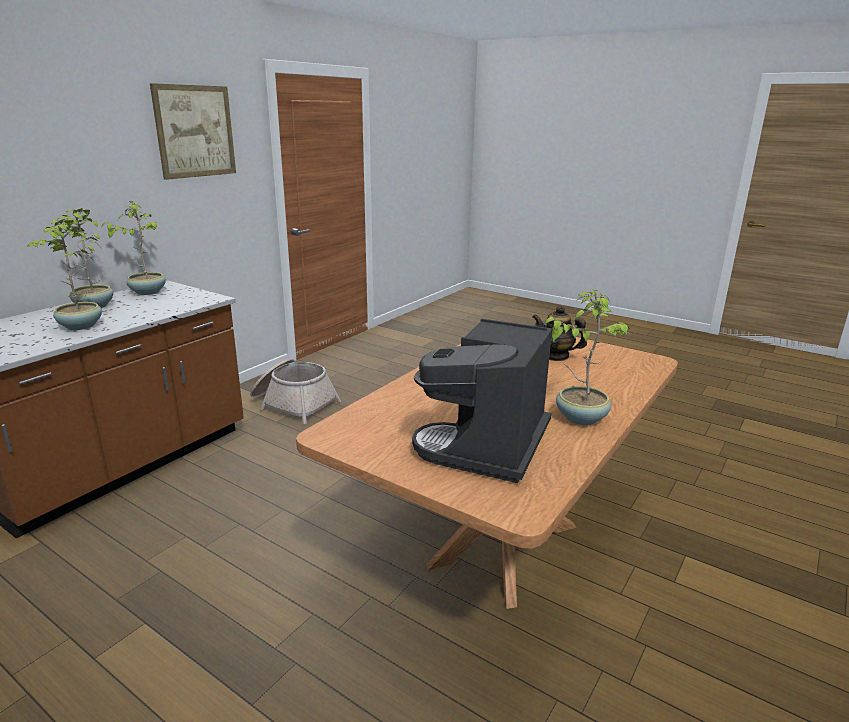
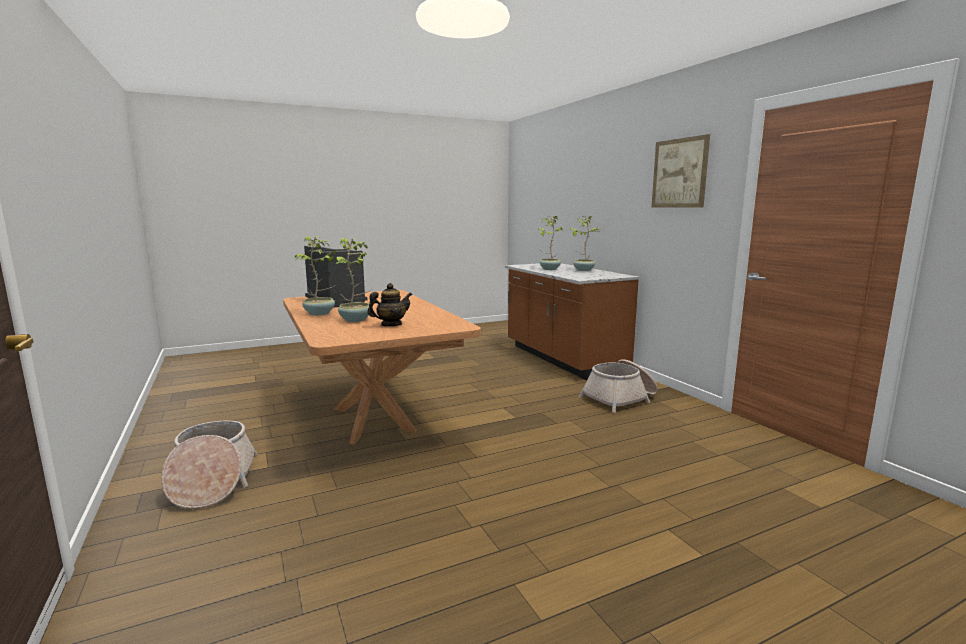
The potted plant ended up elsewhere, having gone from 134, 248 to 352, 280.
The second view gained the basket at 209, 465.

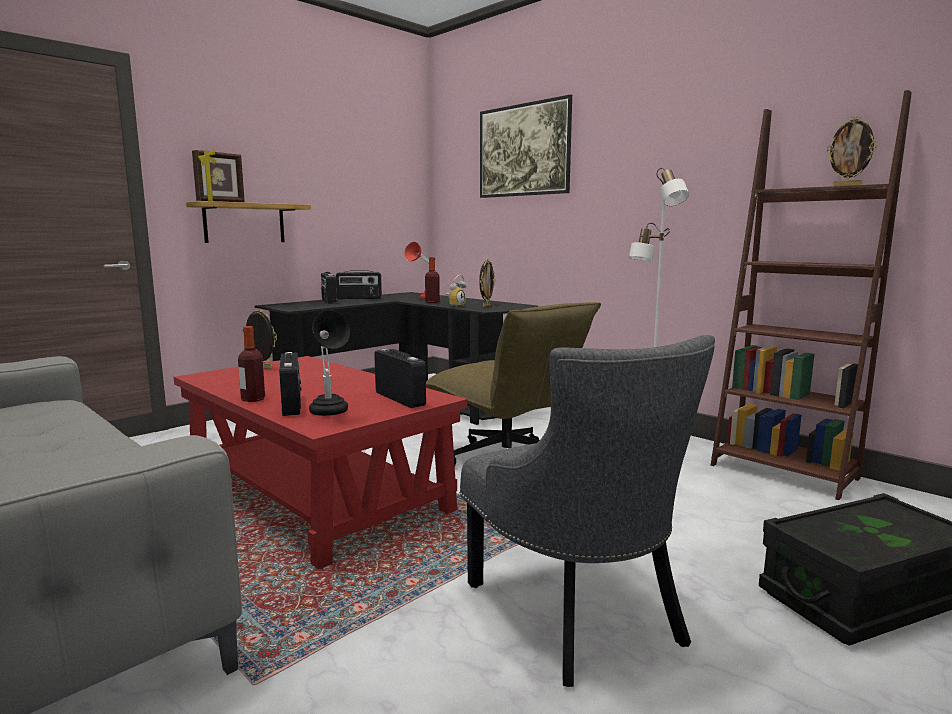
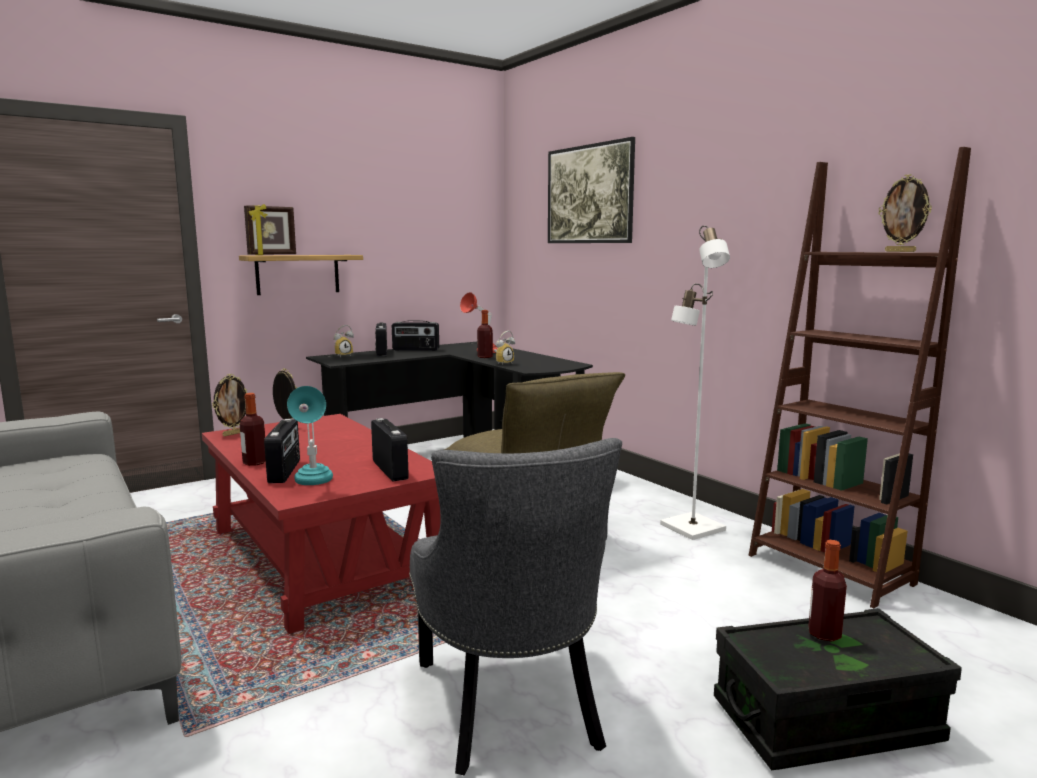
What was the black table lamp at 329, 363 turned into the turquoise table lamp at 310, 435.
The picture frame ended up elsewhere, having gone from 487, 283 to 229, 405.
The second view gained the alarm clock at 344, 341.
The second view gained the bottle at 827, 591.

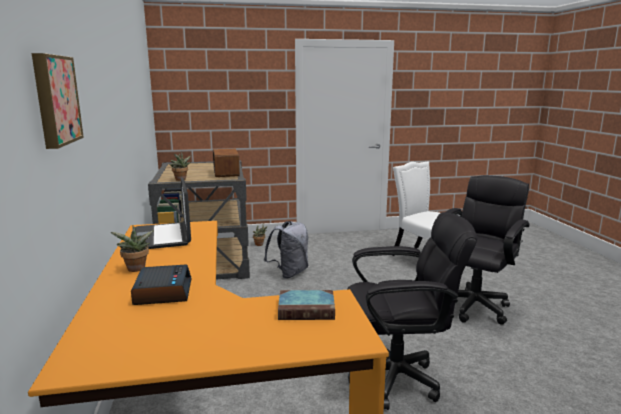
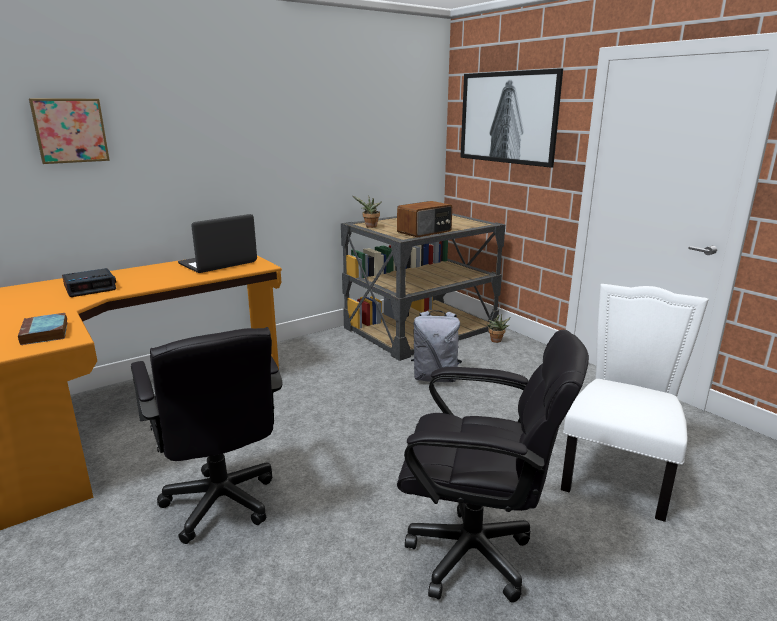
The second view lost the potted plant at 132, 248.
The second view gained the picture at 511, 118.

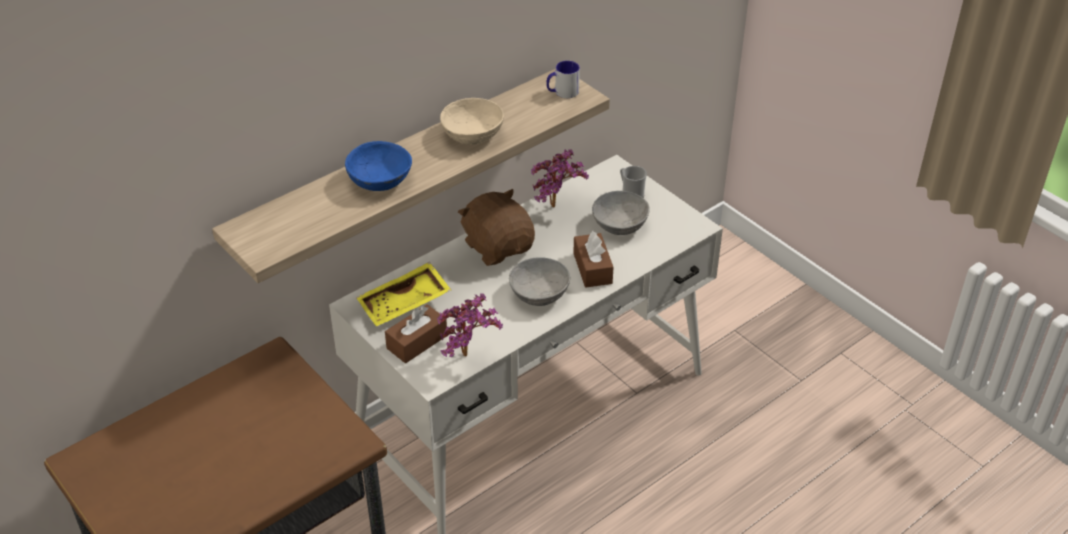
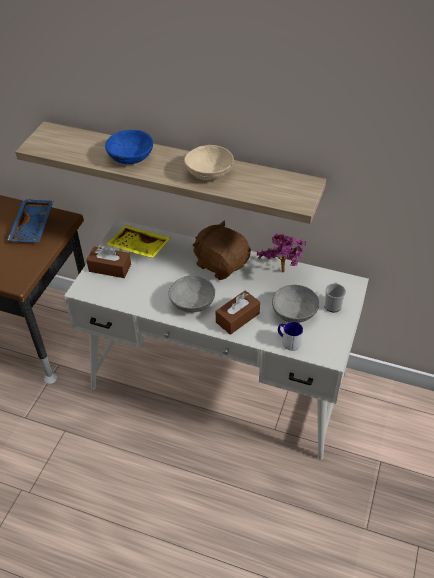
The second view lost the potted plant at 470, 325.
The brown plush toy at 496, 227 ended up facing another way, 75 degrees counterclockwise from before.
The mug ended up elsewhere, having gone from 563, 79 to 290, 336.
The second view gained the blue tray at 30, 220.

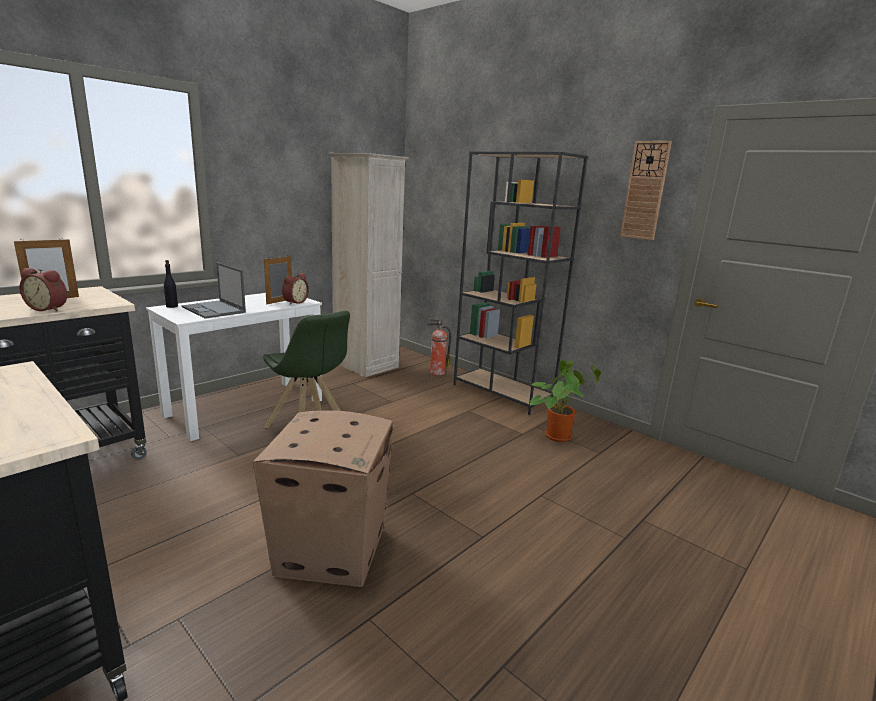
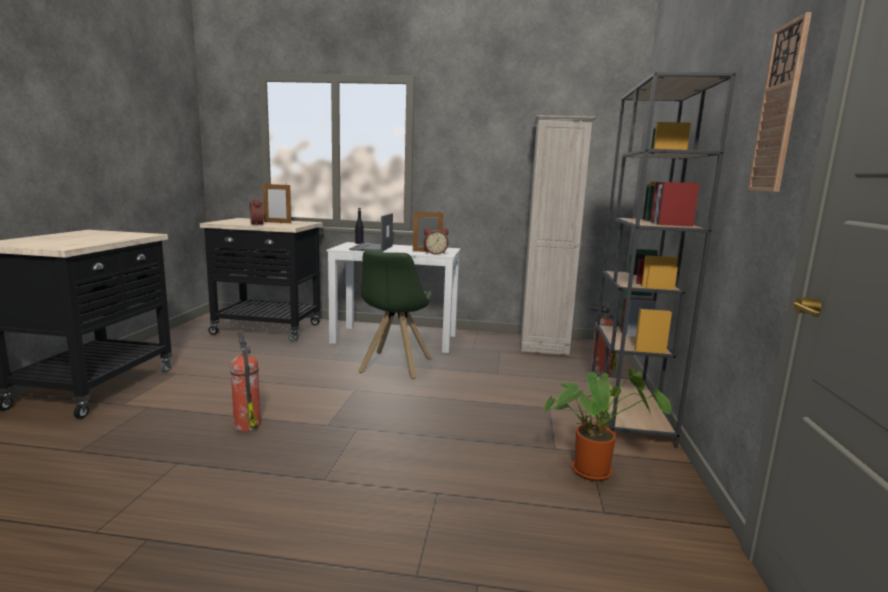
Where the cardboard box stood at 323, 498, the fire extinguisher came to stand at 245, 381.

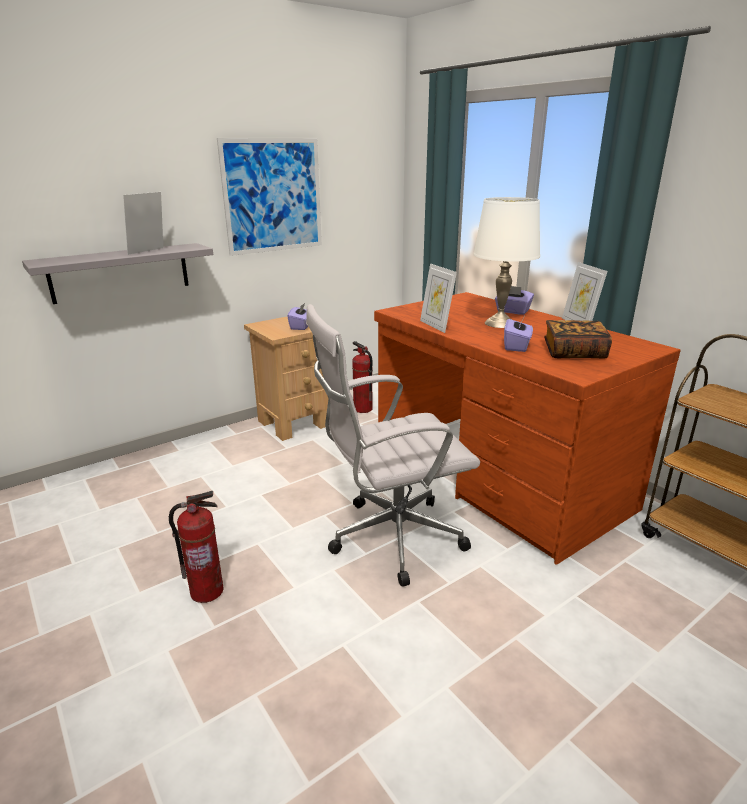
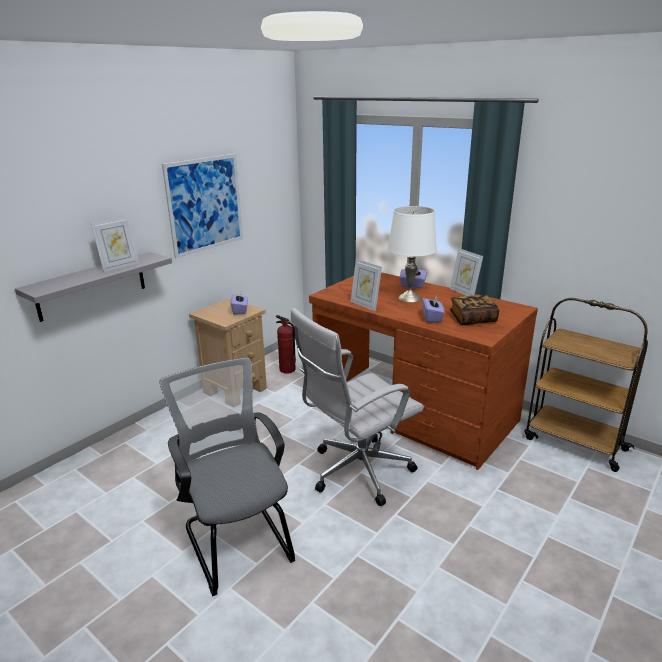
The picture frame at 143, 223 ended up facing another way, 150 degrees counterclockwise from before.
Where the fire extinguisher stood at 196, 547, the chair came to stand at 227, 476.

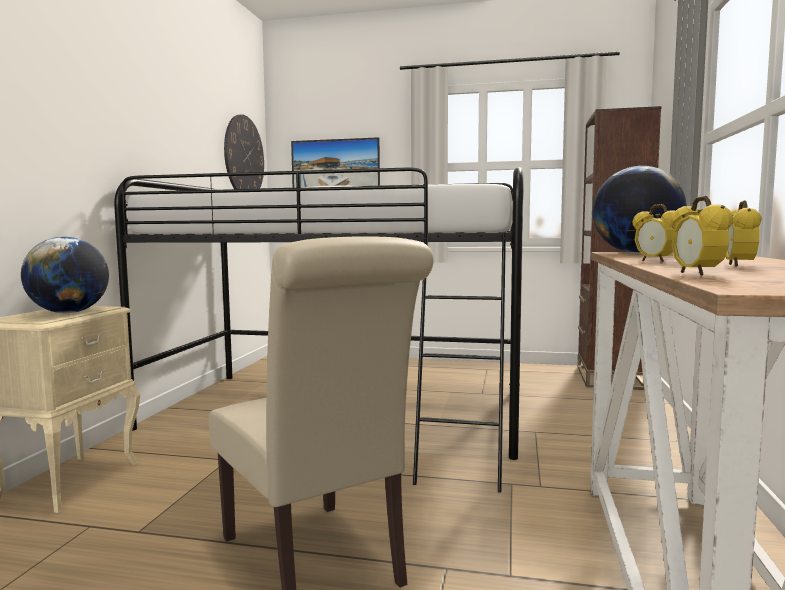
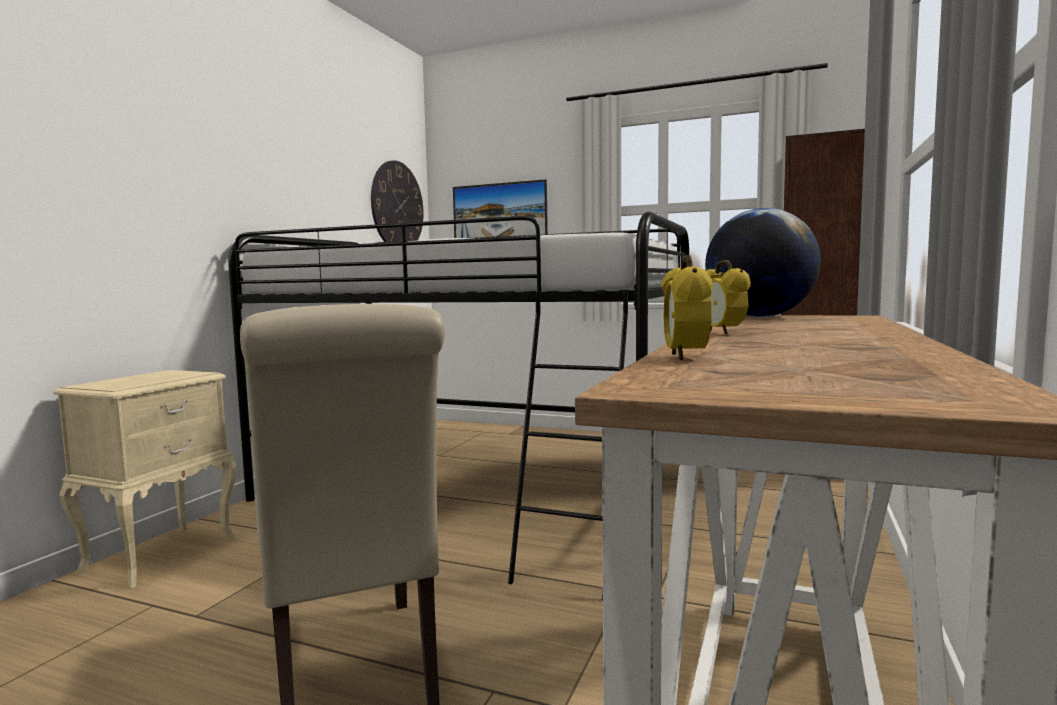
The second view lost the globe at 65, 275.
The second view lost the alarm clock at 743, 233.

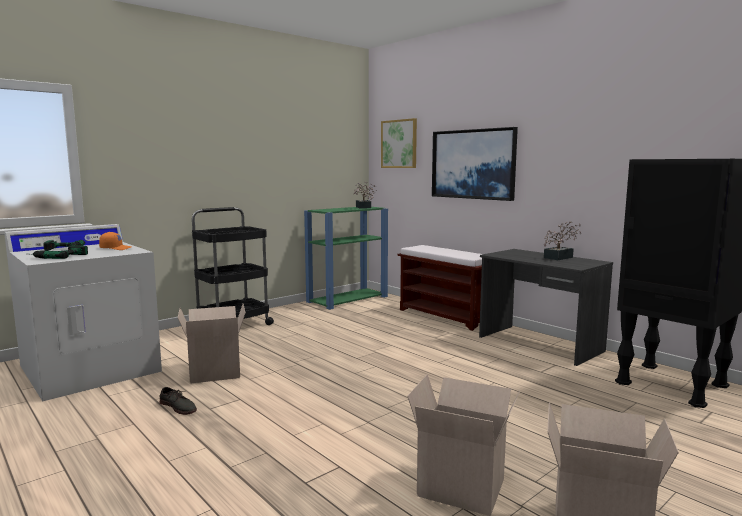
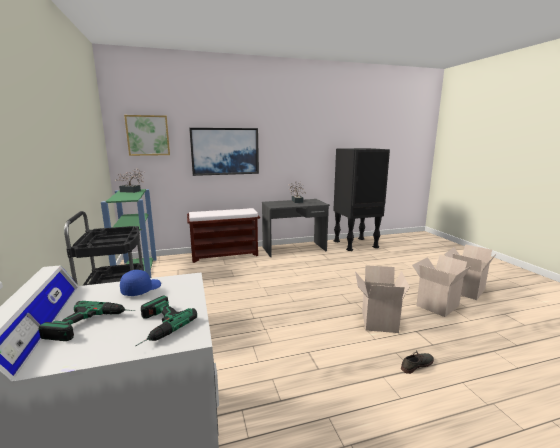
What was the orange cap at 115, 241 turned into the blue cap at 140, 283.
The grey shoe ended up elsewhere, having gone from 178, 401 to 417, 362.
The cardboard box ended up elsewhere, having gone from 211, 343 to 382, 299.

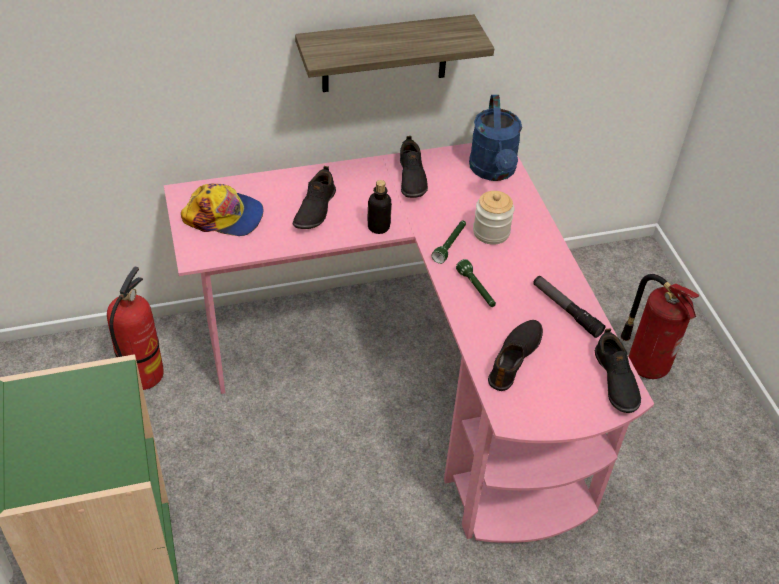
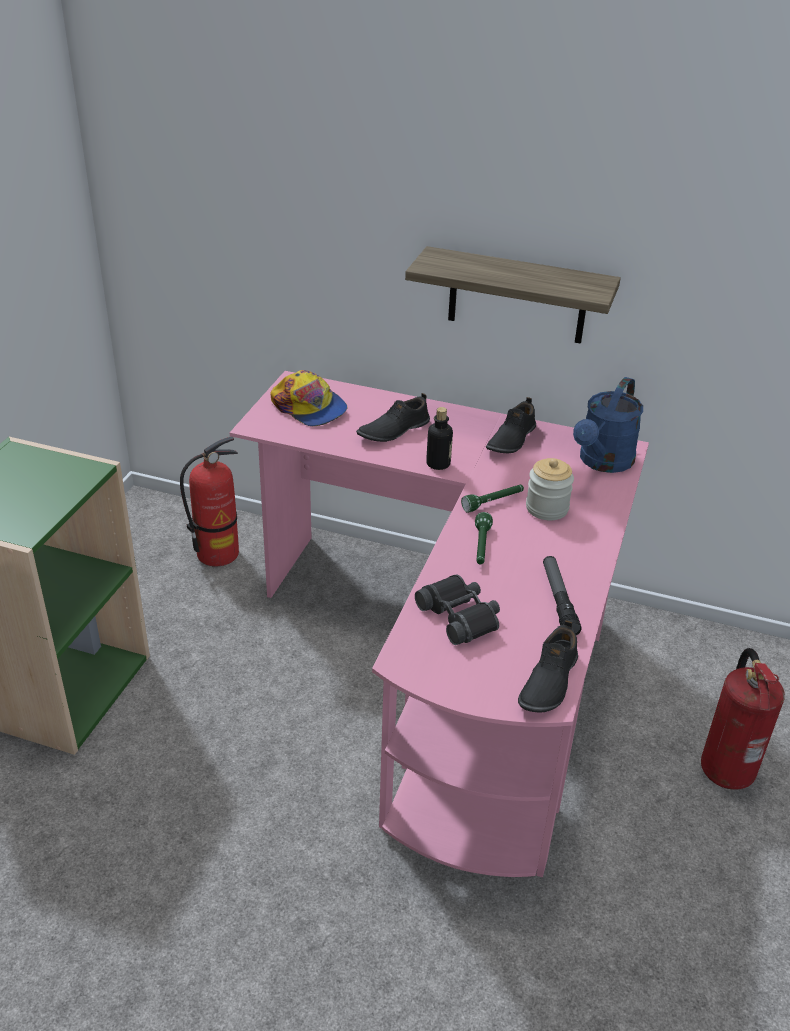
Where the black shoe stood at 515, 355, the black binoculars came to stand at 457, 609.

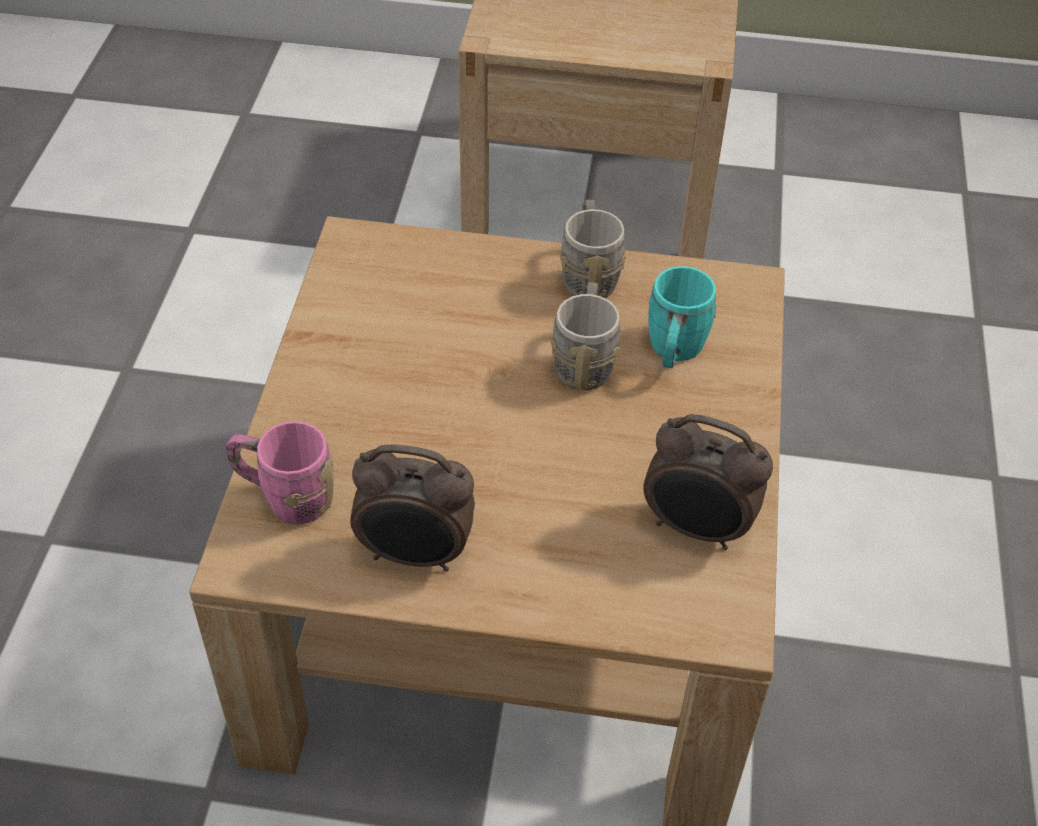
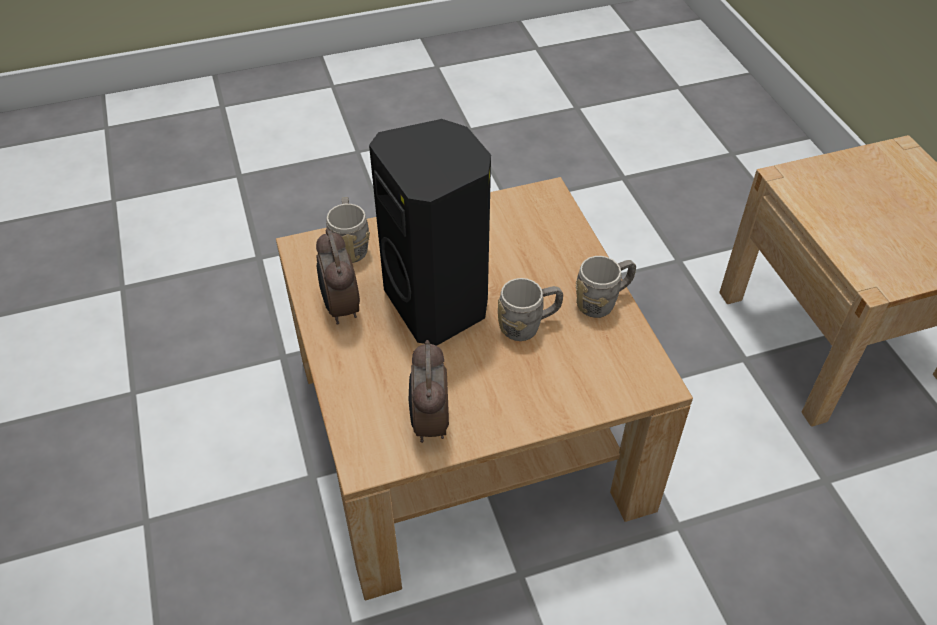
What was the pink mug at 280, 472 turned into the grey mug at 348, 230.
The second view lost the turquoise mug at 682, 317.
The second view gained the black speaker at 430, 232.

